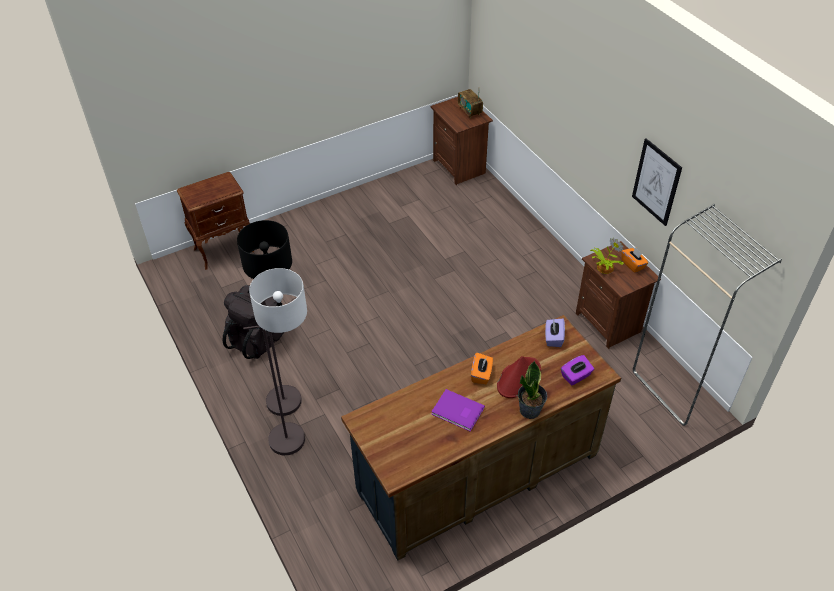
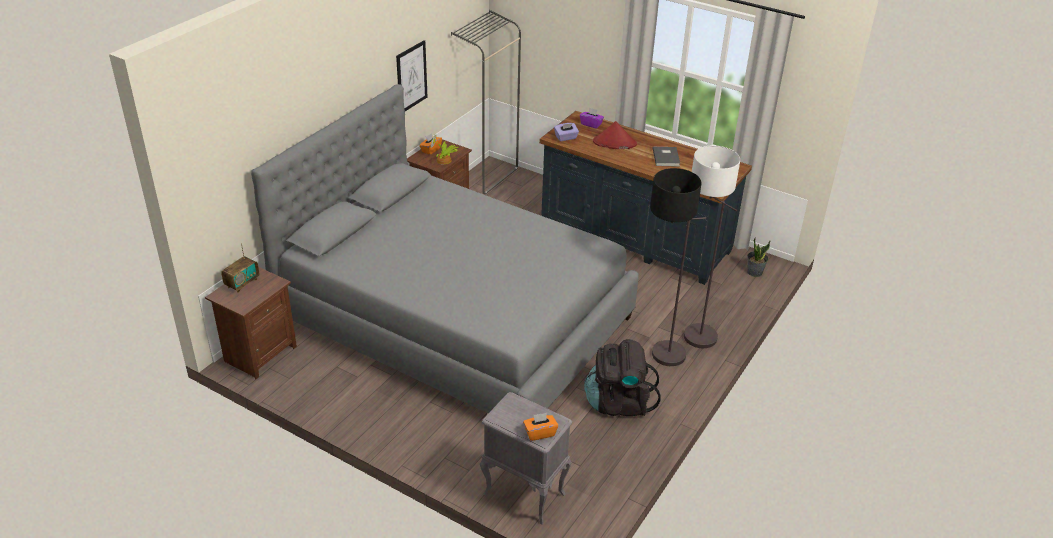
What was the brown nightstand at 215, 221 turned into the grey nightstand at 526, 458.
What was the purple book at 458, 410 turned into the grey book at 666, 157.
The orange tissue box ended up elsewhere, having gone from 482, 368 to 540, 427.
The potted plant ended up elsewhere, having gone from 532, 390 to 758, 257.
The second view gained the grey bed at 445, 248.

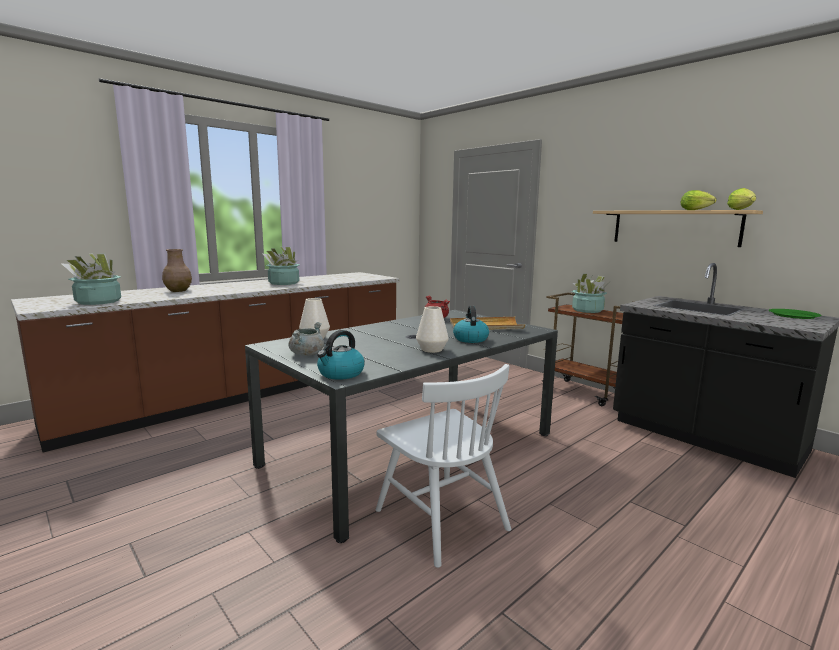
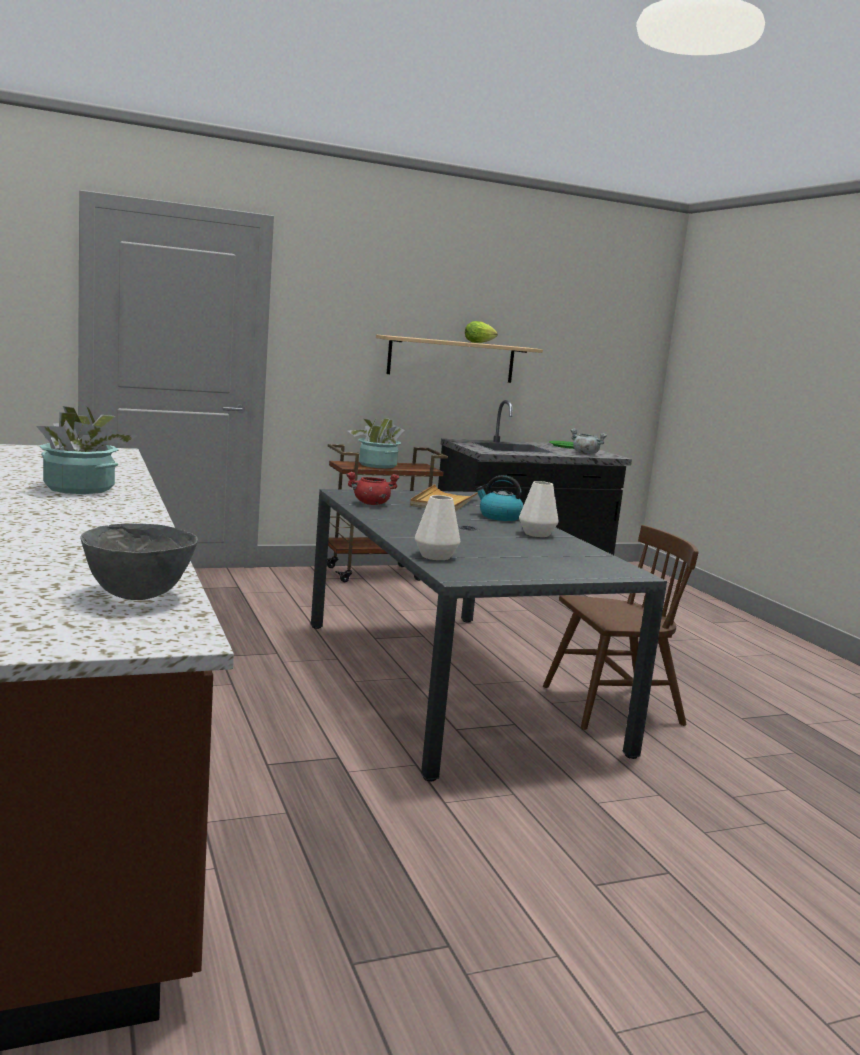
Where the potted plant stood at 90, 279, the grey bowl came to stand at 139, 561.
The second view lost the brown vase at 177, 270.
The grey cooking pot ended up elsewhere, having gone from 306, 339 to 588, 442.
The second view lost the kettle at 341, 355.
What was the white chair at 443, 466 turned into the brown chair at 620, 627.
The second view lost the lettuce at 741, 199.

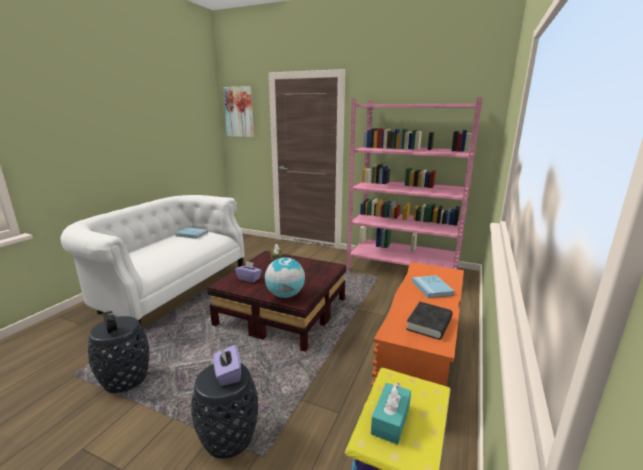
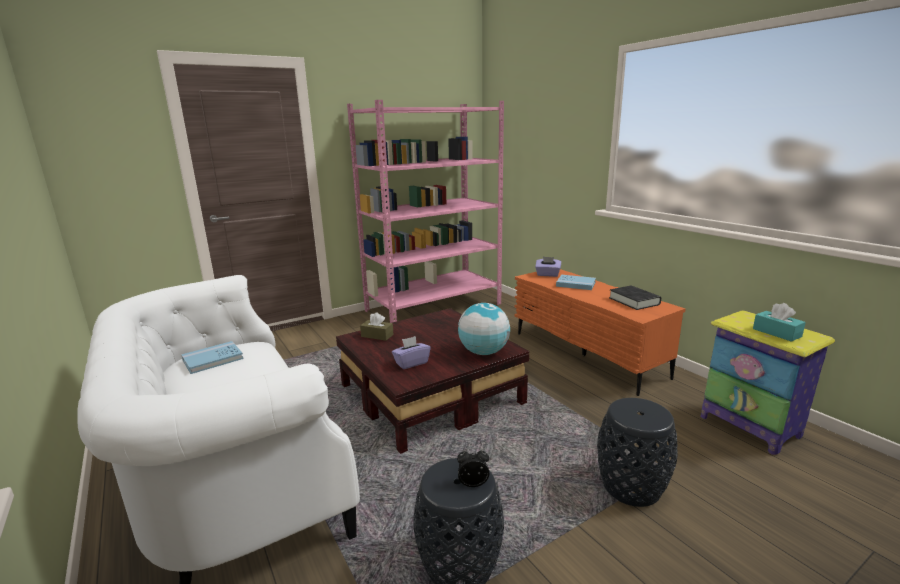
The purple tissue box ended up elsewhere, having gone from 227, 365 to 548, 267.
The second view lost the picture at 238, 111.

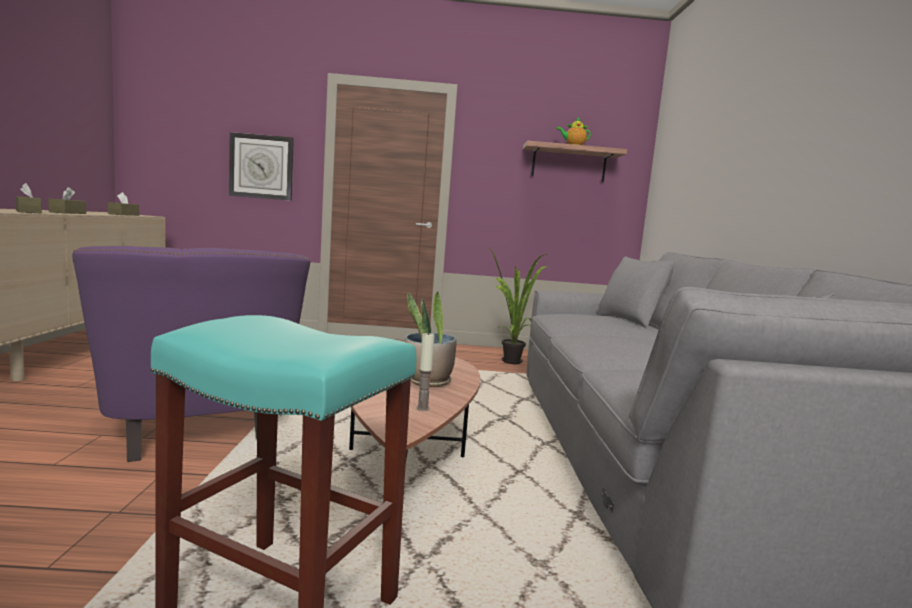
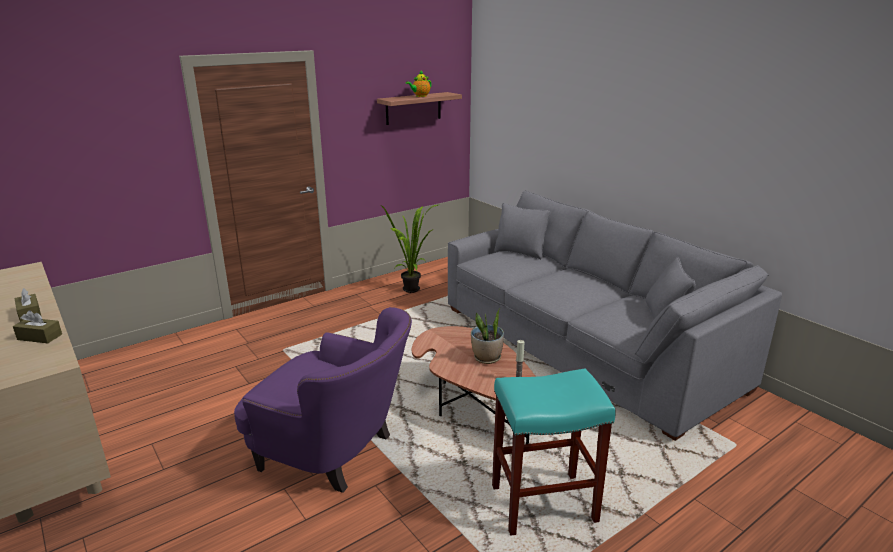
The second view lost the brown tissue box at 123, 204.
The second view lost the wall clock at 261, 166.

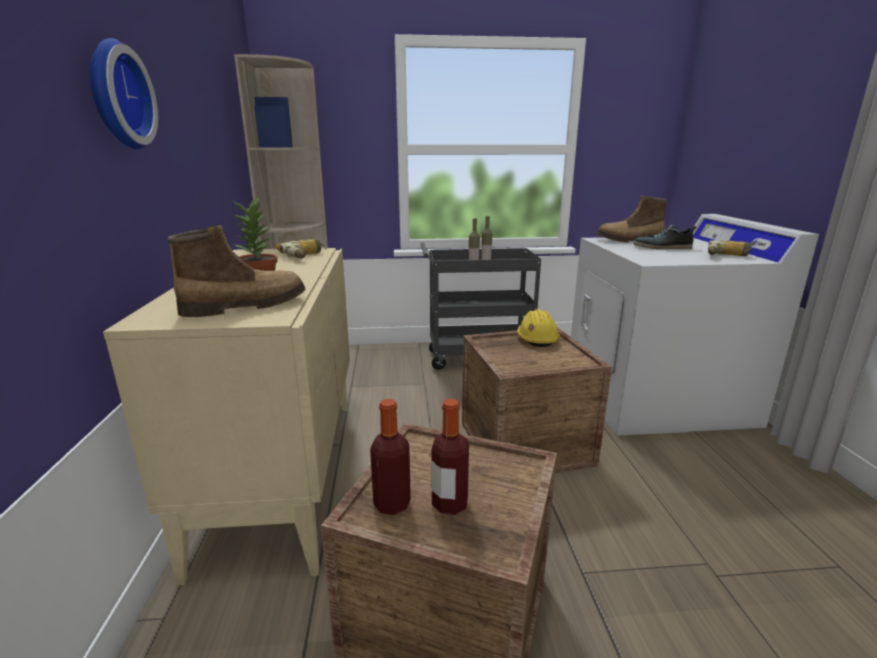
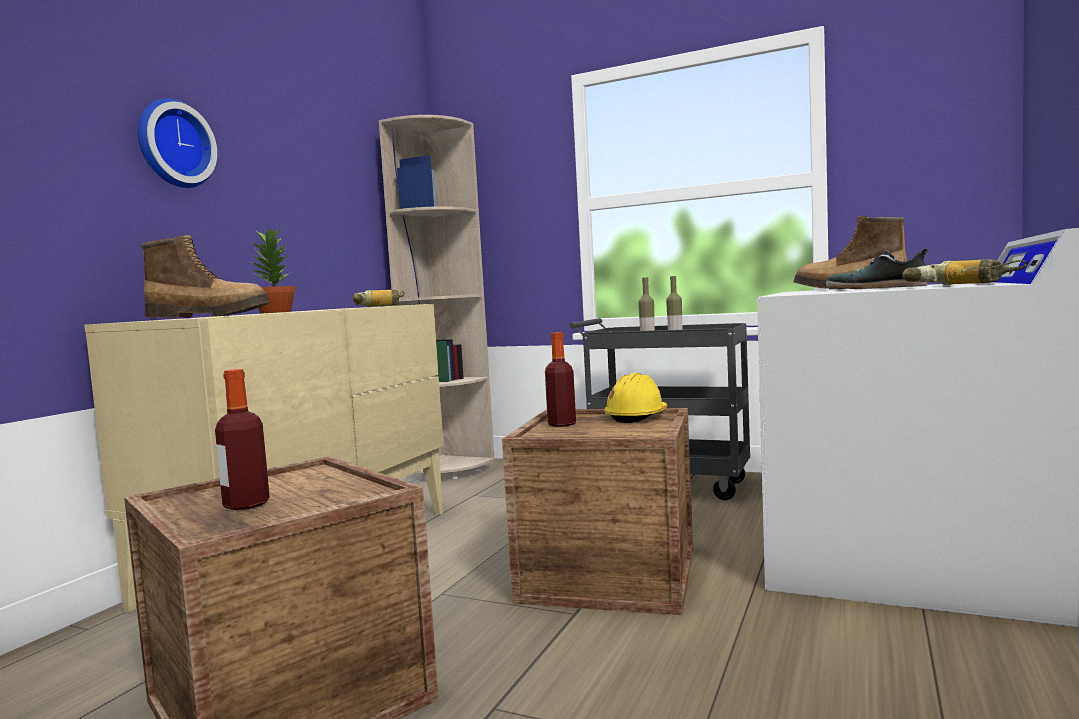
The bottle ended up elsewhere, having gone from 390, 457 to 560, 379.

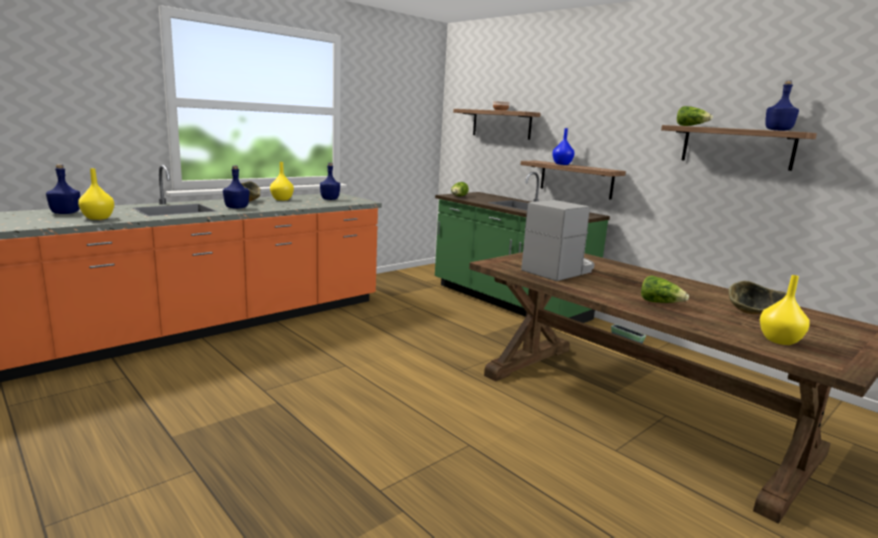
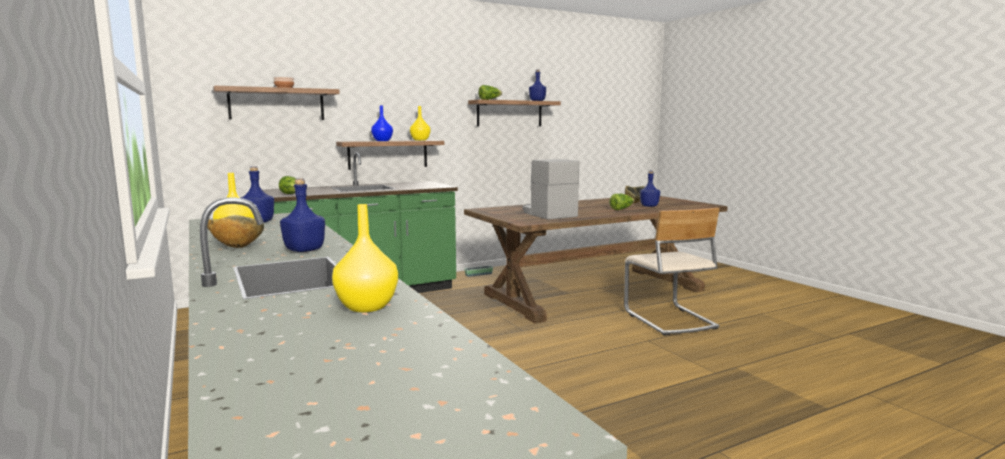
The blue bottle ended up elsewhere, having gone from 63, 189 to 650, 189.
The yellow vase ended up elsewhere, having gone from 784, 310 to 420, 123.
The second view gained the beige chair at 672, 272.

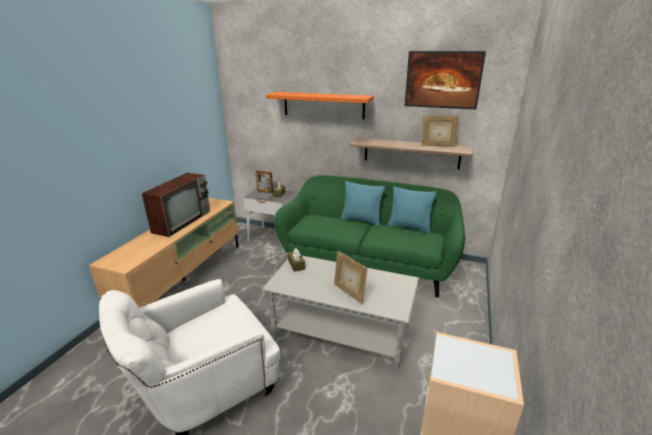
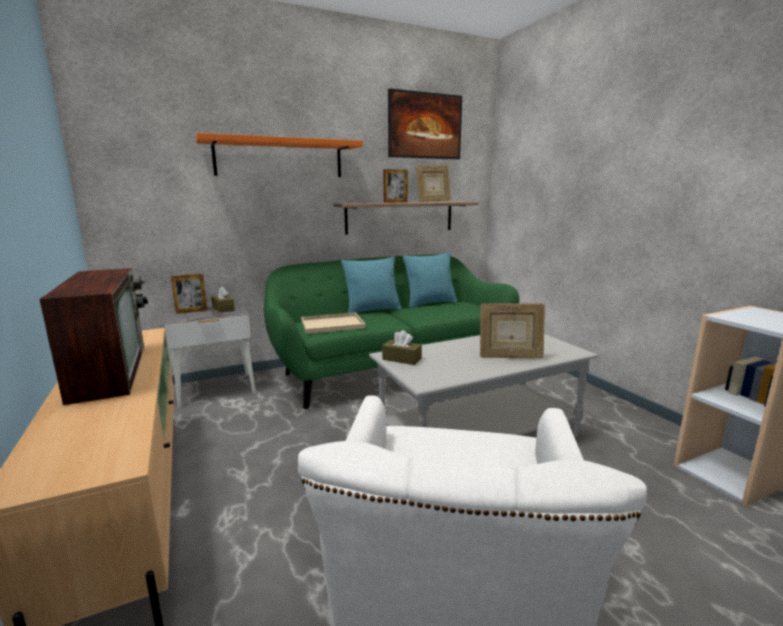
The second view gained the beige tray at 333, 323.
The second view gained the picture frame at 396, 186.

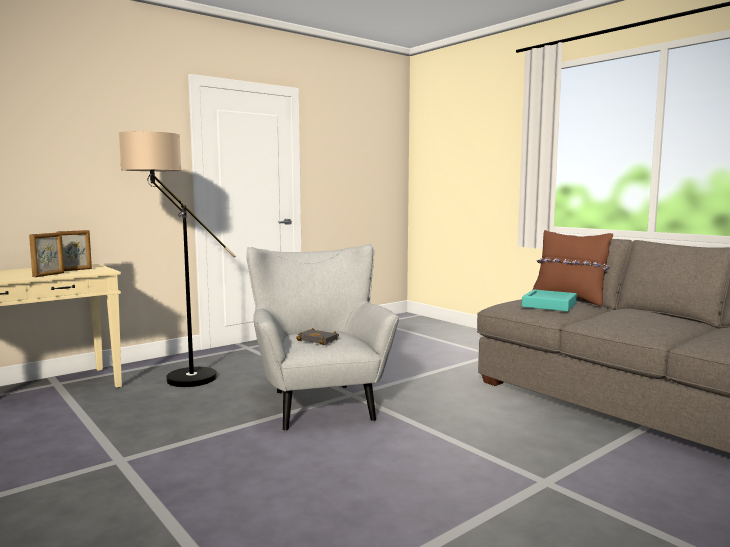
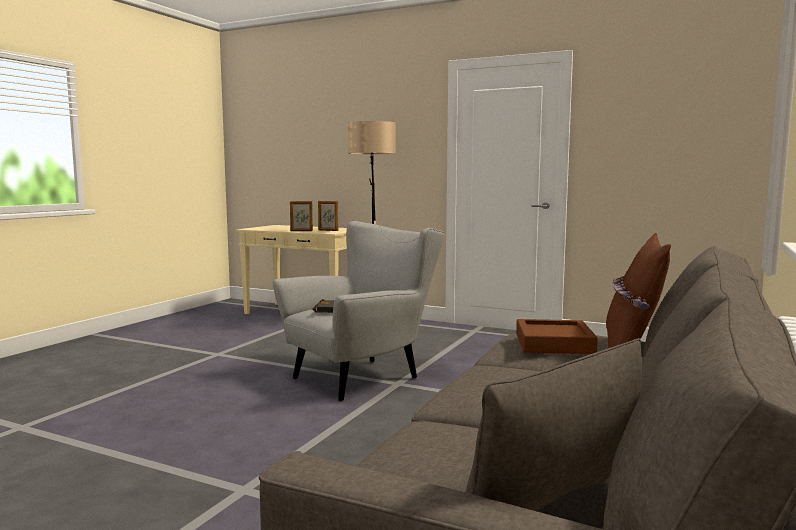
What was the turquoise tray at 549, 300 turned into the brown tray at 557, 336.

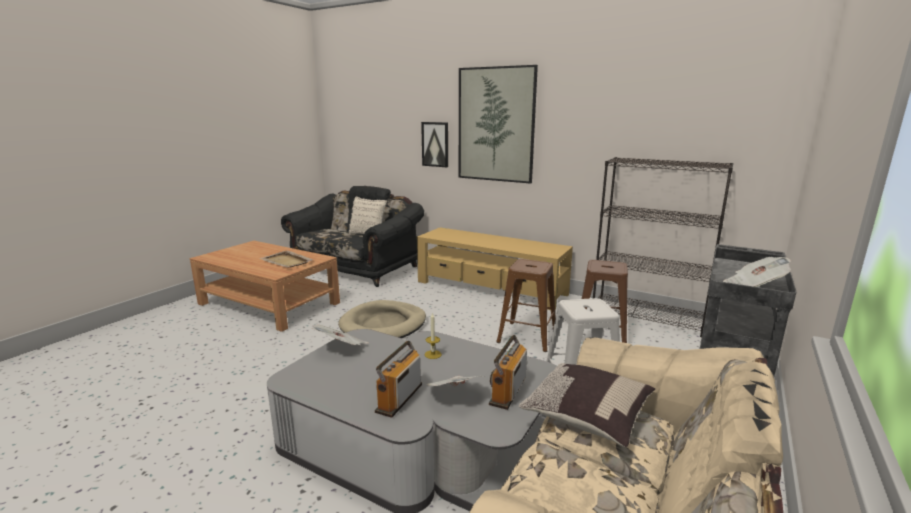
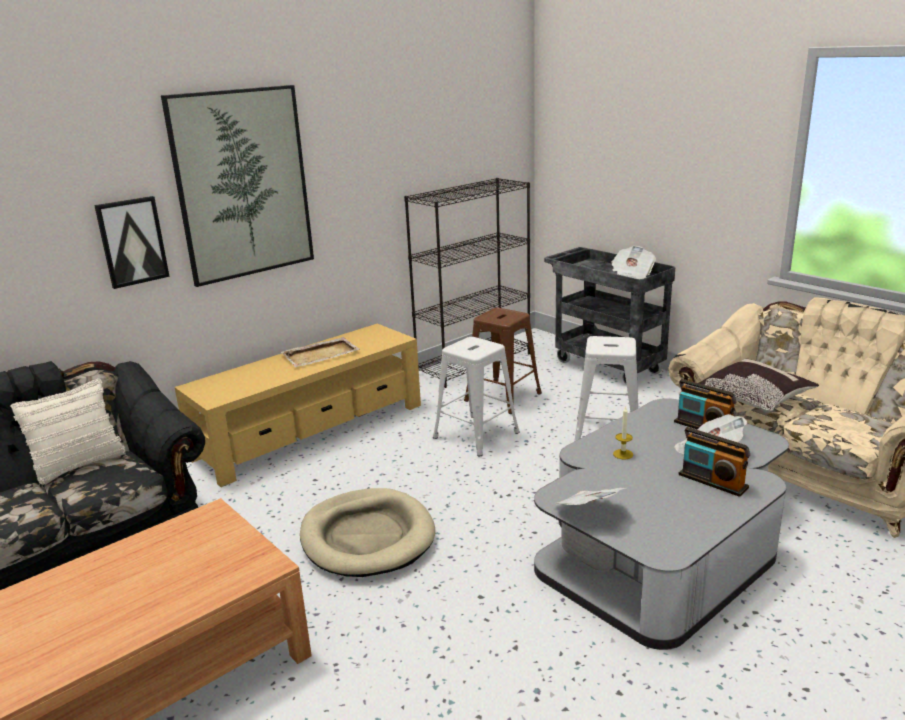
The beige tray ended up elsewhere, having gone from 287, 259 to 320, 352.
What was the brown stool at 526, 305 turned into the white stool at 476, 396.

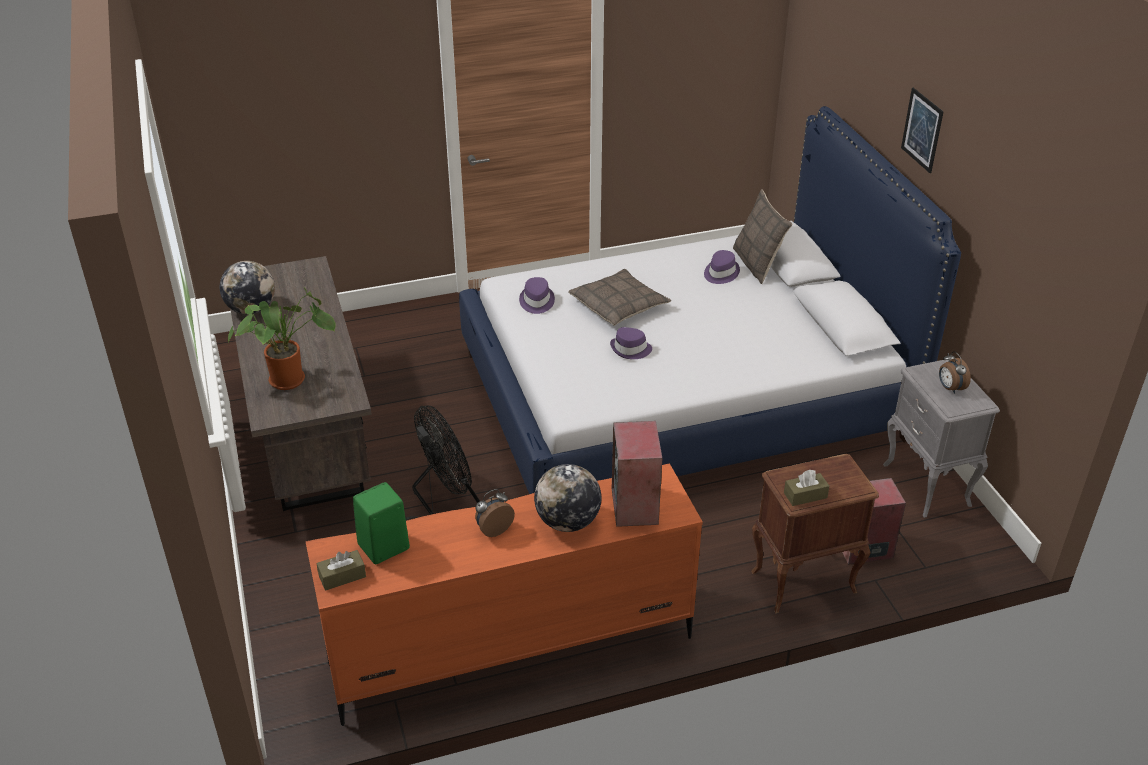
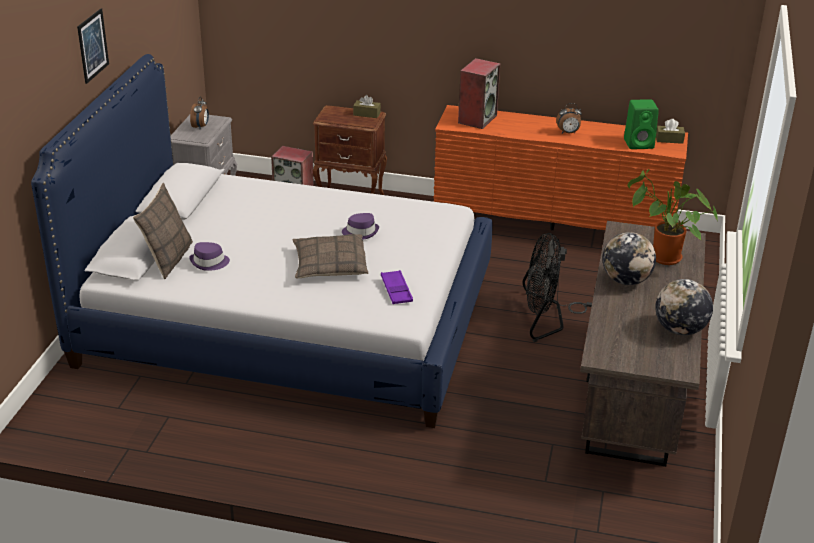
Where the purple hat stood at 537, 295, the purple tray came to stand at 397, 287.
The globe ended up elsewhere, having gone from 567, 498 to 629, 258.

